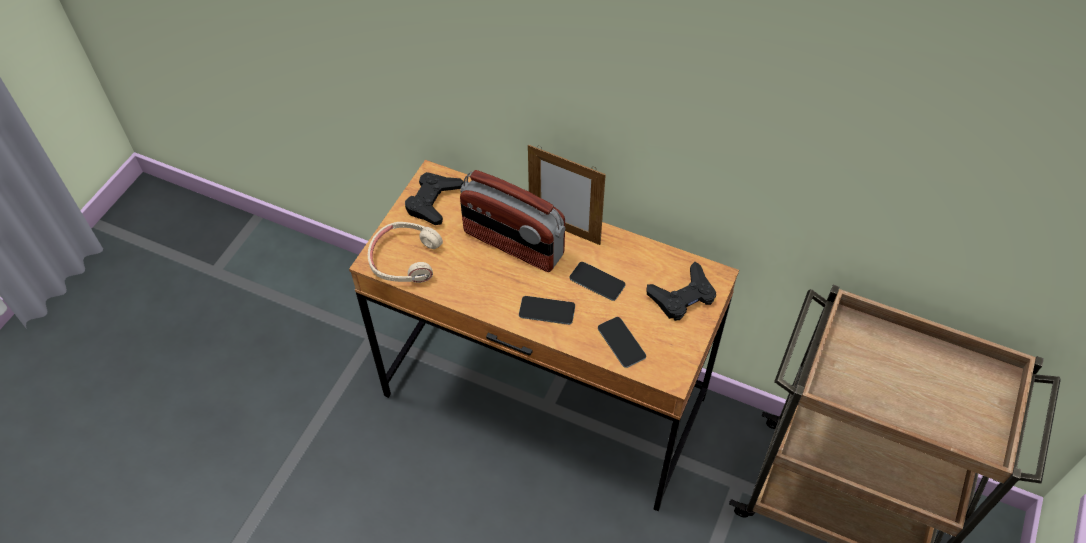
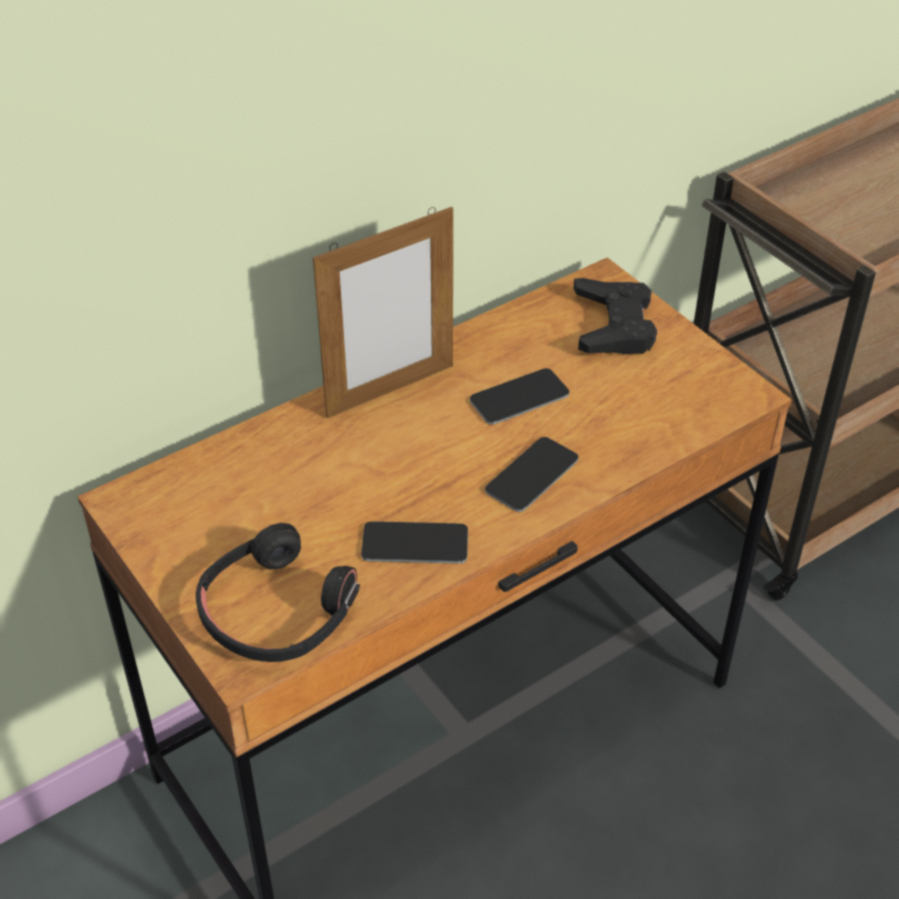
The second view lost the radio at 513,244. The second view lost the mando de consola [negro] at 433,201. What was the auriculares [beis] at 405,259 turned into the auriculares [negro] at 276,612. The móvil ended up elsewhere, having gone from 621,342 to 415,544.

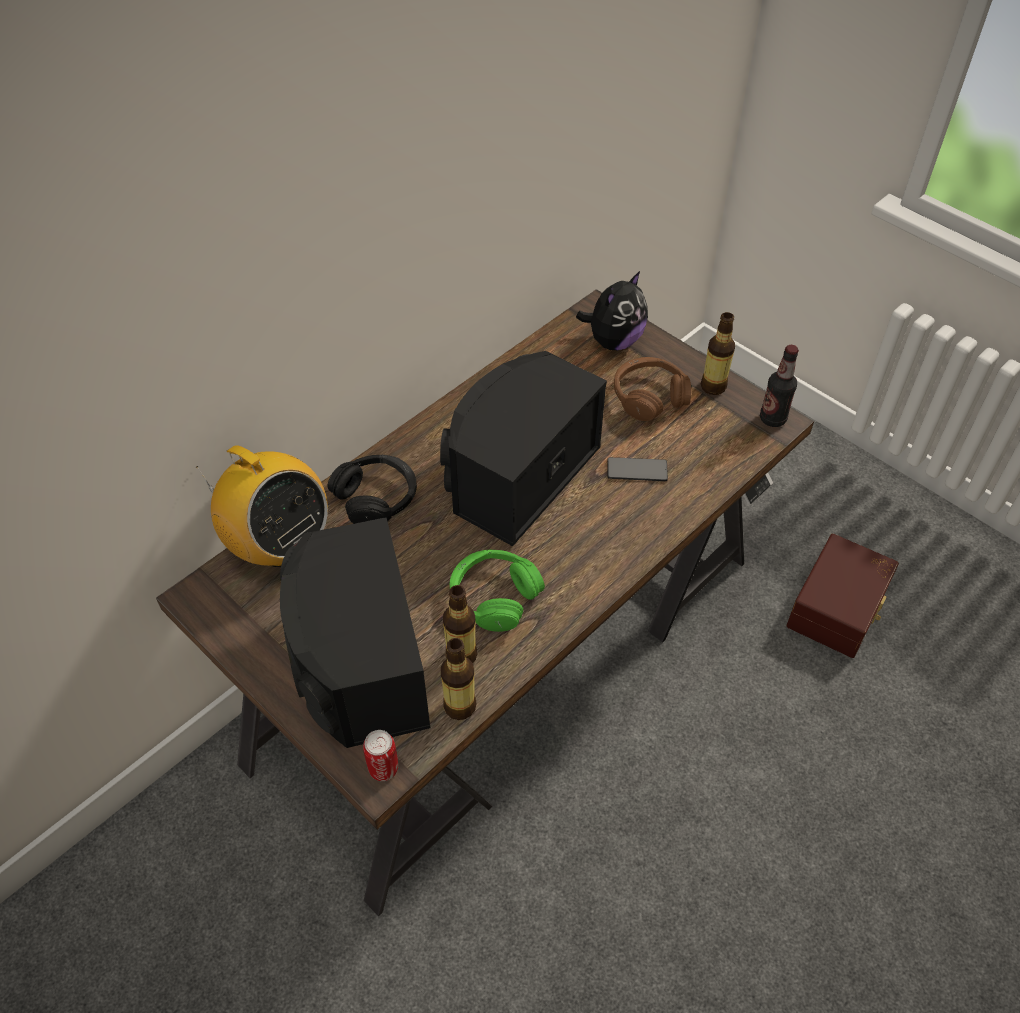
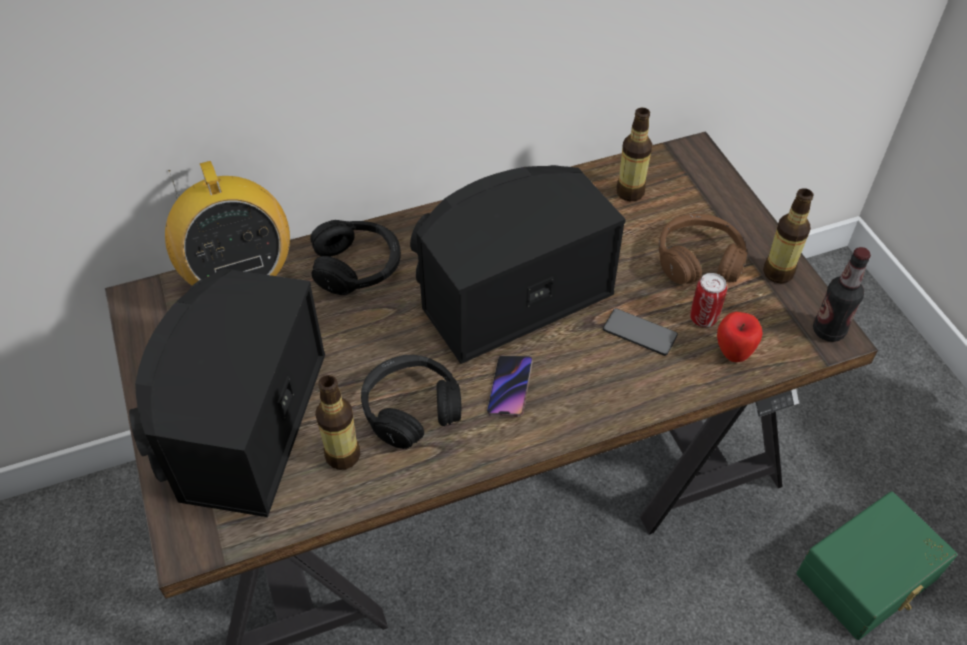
The second view lost the peluche at 613,341. What was the caja de almacenaje [marrón] at 839,608 turned into the caja de almacenaje [verde] at 869,578. What was the auriculares [verde] at 494,596 turned into the auriculares [negro] at 411,408. The botella ended up elsewhere, having gone from 459,706 to 630,192. The lata ended up elsewhere, having gone from 383,769 to 703,318. The second view gained the manzana at 733,354. The second view gained the móvil at 510,388.

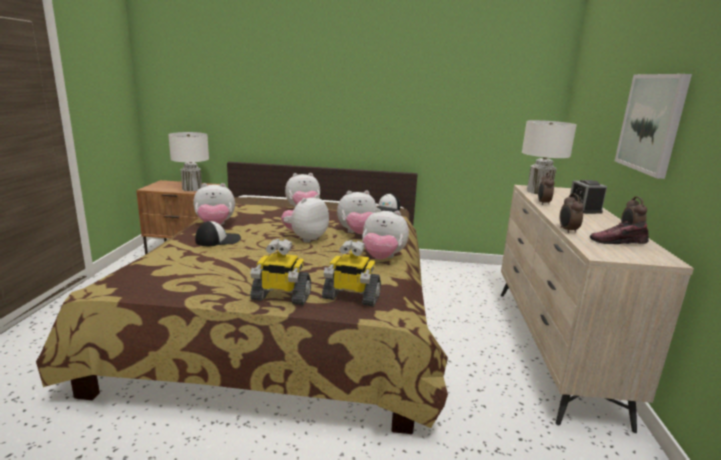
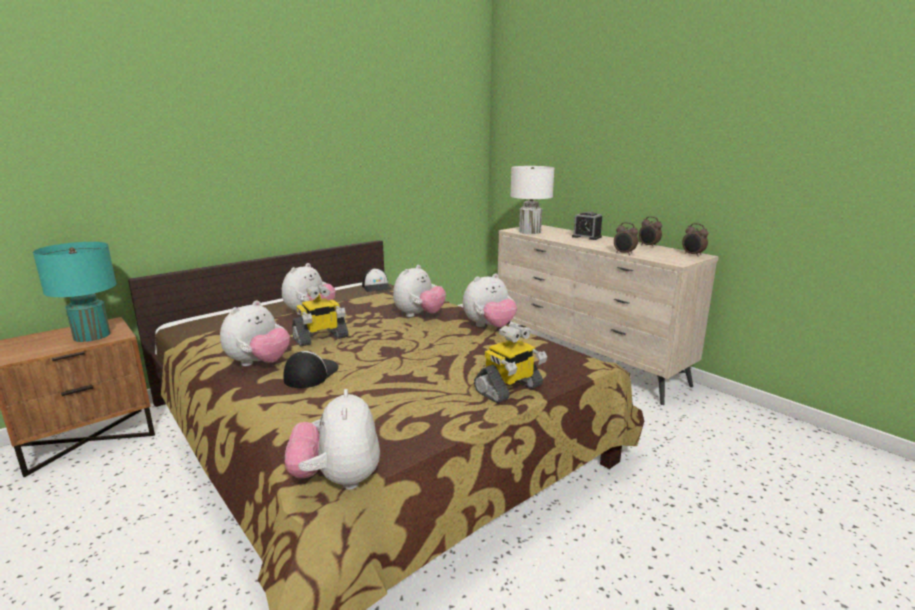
The second view lost the cuadro at 652,123. What was the lámpara de mesa [blanco] at 192,189 turned into the lámpara de mesa [turquesa] at 92,335. The despertador ended up elsewhere, having gone from 543,203 to 692,255. The peluche ended up elsewhere, having gone from 305,238 to 338,480. The second view lost the zapato at 618,242. The robot de juguete ended up elsewhere, having gone from 350,297 to 320,338.

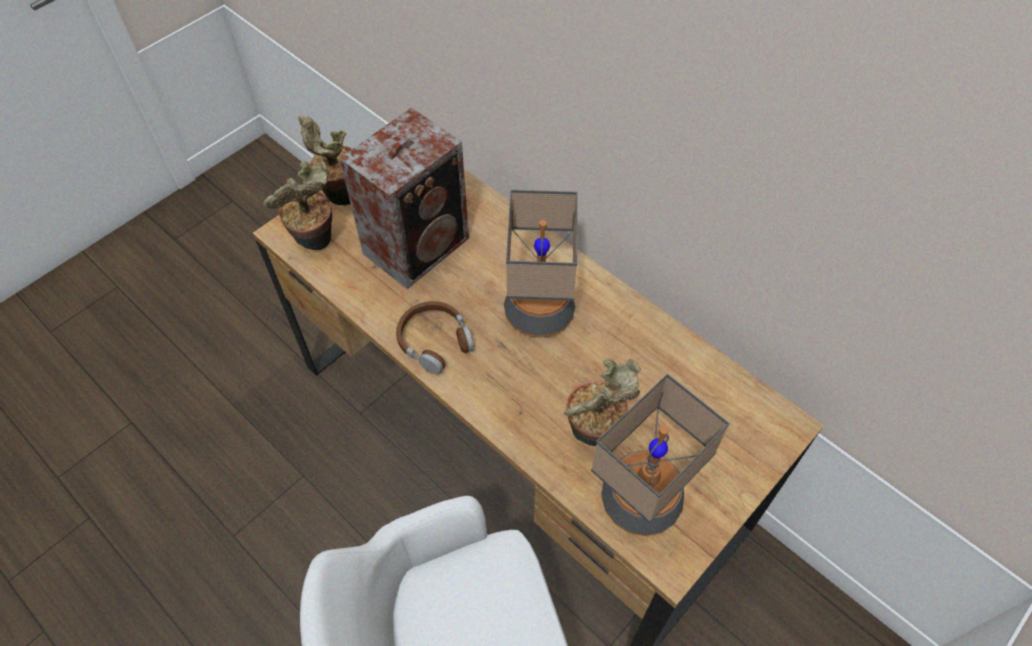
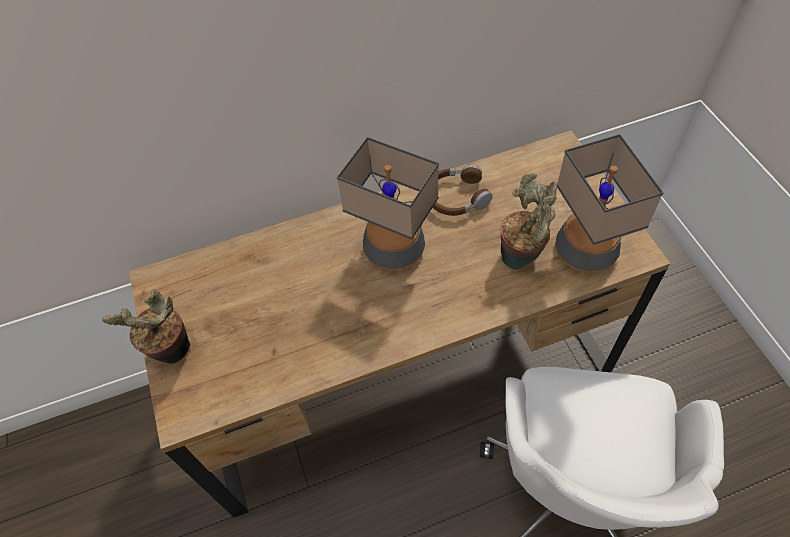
The second view lost the altavoz at 419,245. The second view lost the planta en maceta at 316,243. The auriculares [marrón] ended up elsewhere, having gone from 434,341 to 456,197.

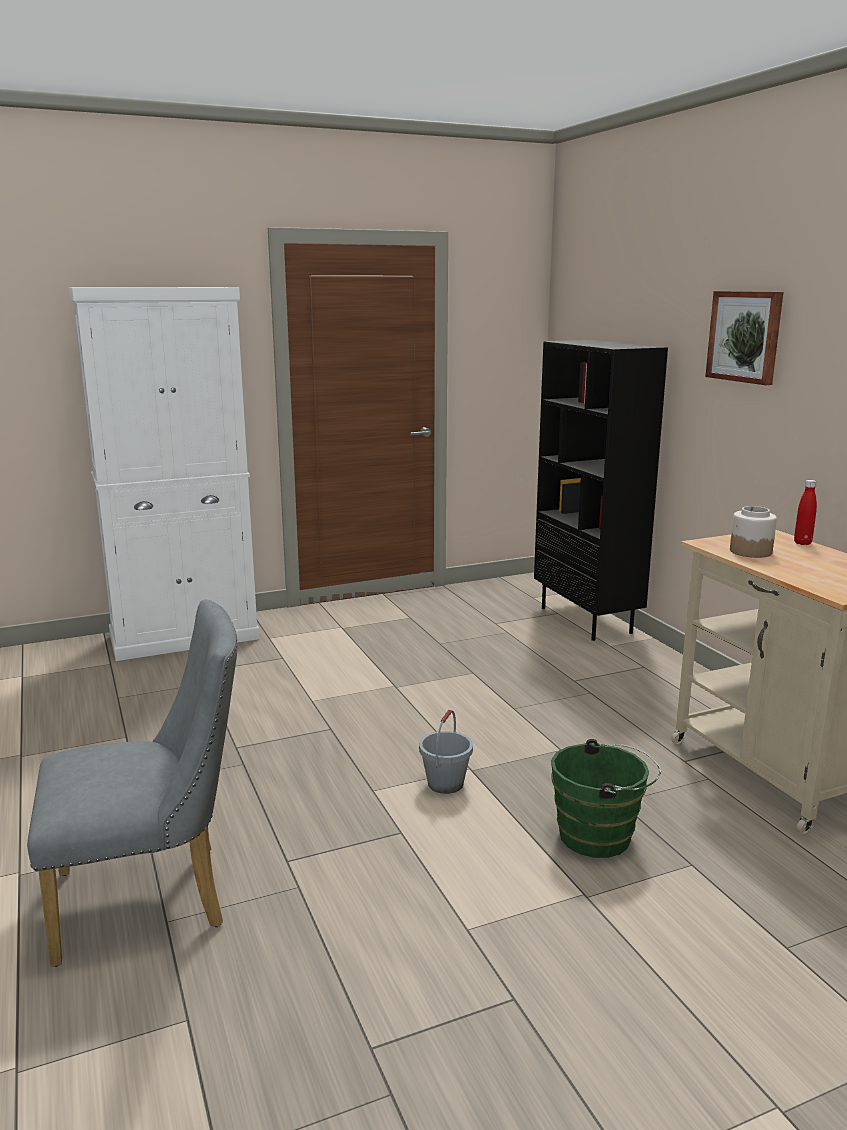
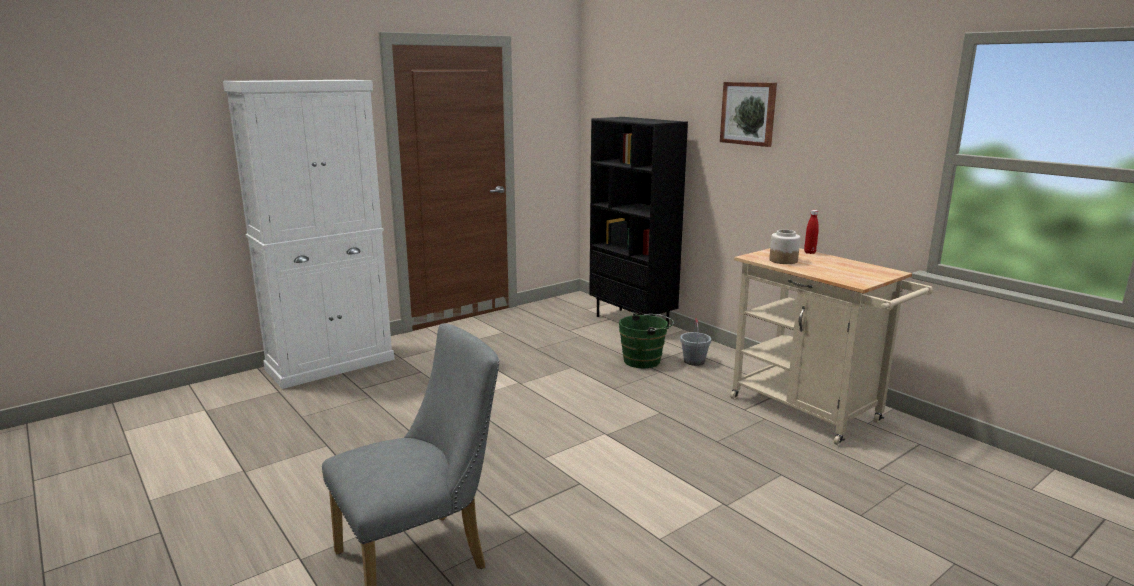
The cubo [gris] ended up elsewhere, having gone from 446,784 to 694,361. The cubo [verde] ended up elsewhere, having gone from 601,837 to 645,361.

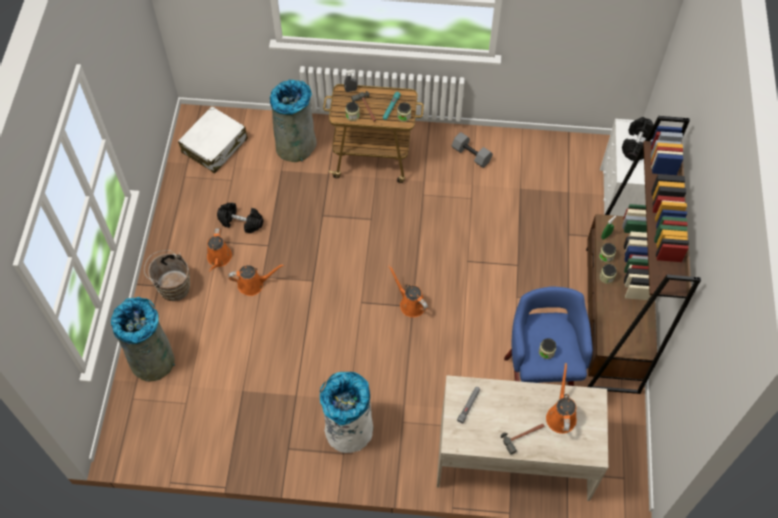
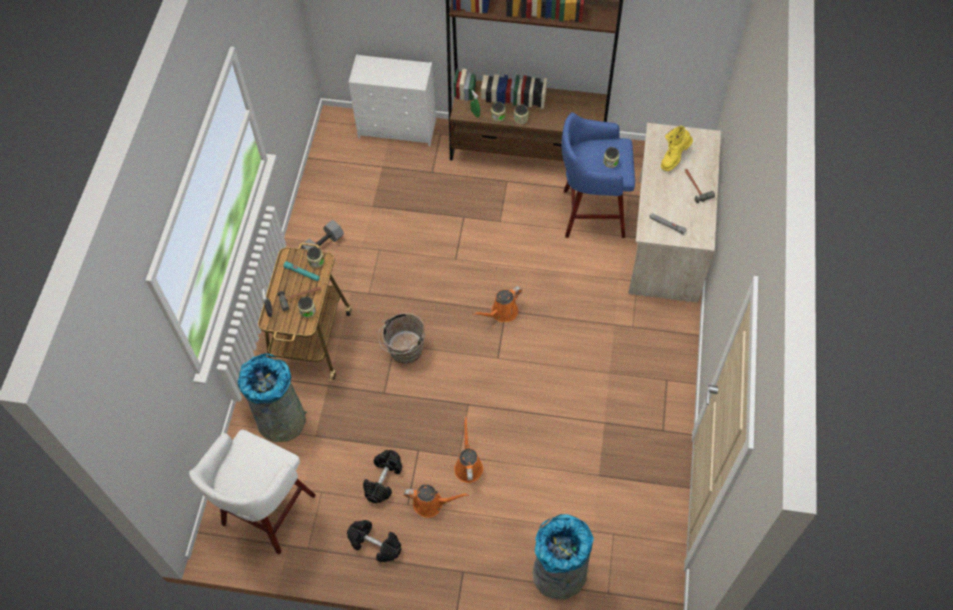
Where the maleta [blanco] stood at 215,146, the taburete [blanco] came to stand at 266,512. The mancuerna [negro] ended up elsewhere, having gone from 636,144 to 374,544. The cubo [marrón] ended up elsewhere, having gone from 172,286 to 404,351. Where the regadera [naranja] stood at 561,415, the bota [amarillo] came to stand at 674,157. The second view lost the papelera [blanco] at 348,430.

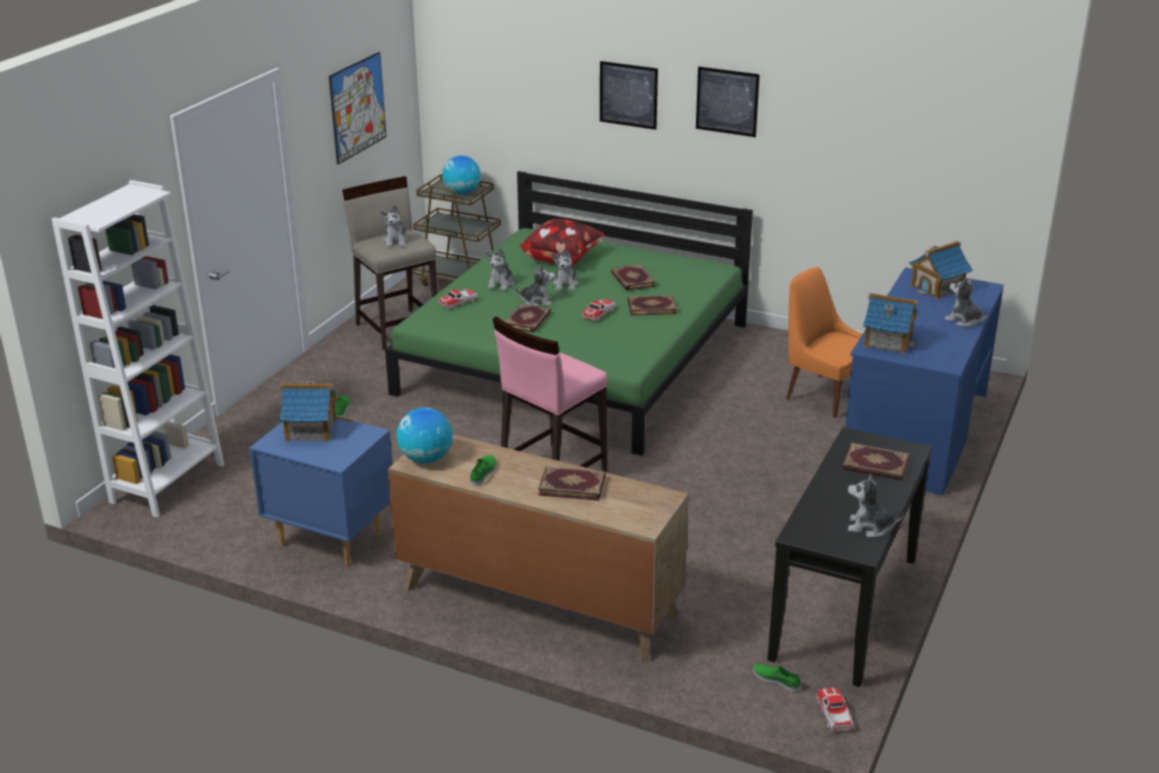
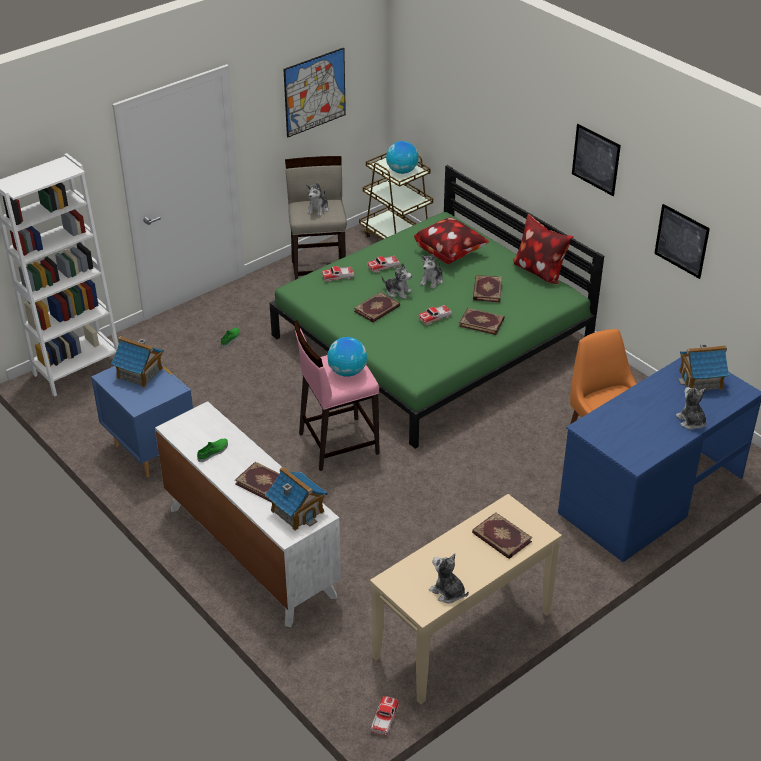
The cuadro ended up elsewhere, having gone from 628,95 to 681,241. Where the peluche stood at 501,284, the coche de juguete came to stand at 383,267. The casita ended up elsewhere, having gone from 887,341 to 297,511. The globo terráqueo ended up elsewhere, having gone from 426,459 to 347,372. What was the mesa consola [negro] at 845,608 turned into the mesa consola [beis] at 463,635. What was the cómoda [marrón] at 538,601 turned into the cómoda [blanco] at 250,551. The second view lost the zapato [verde] at 776,680. The second view gained the cojín at 539,271.

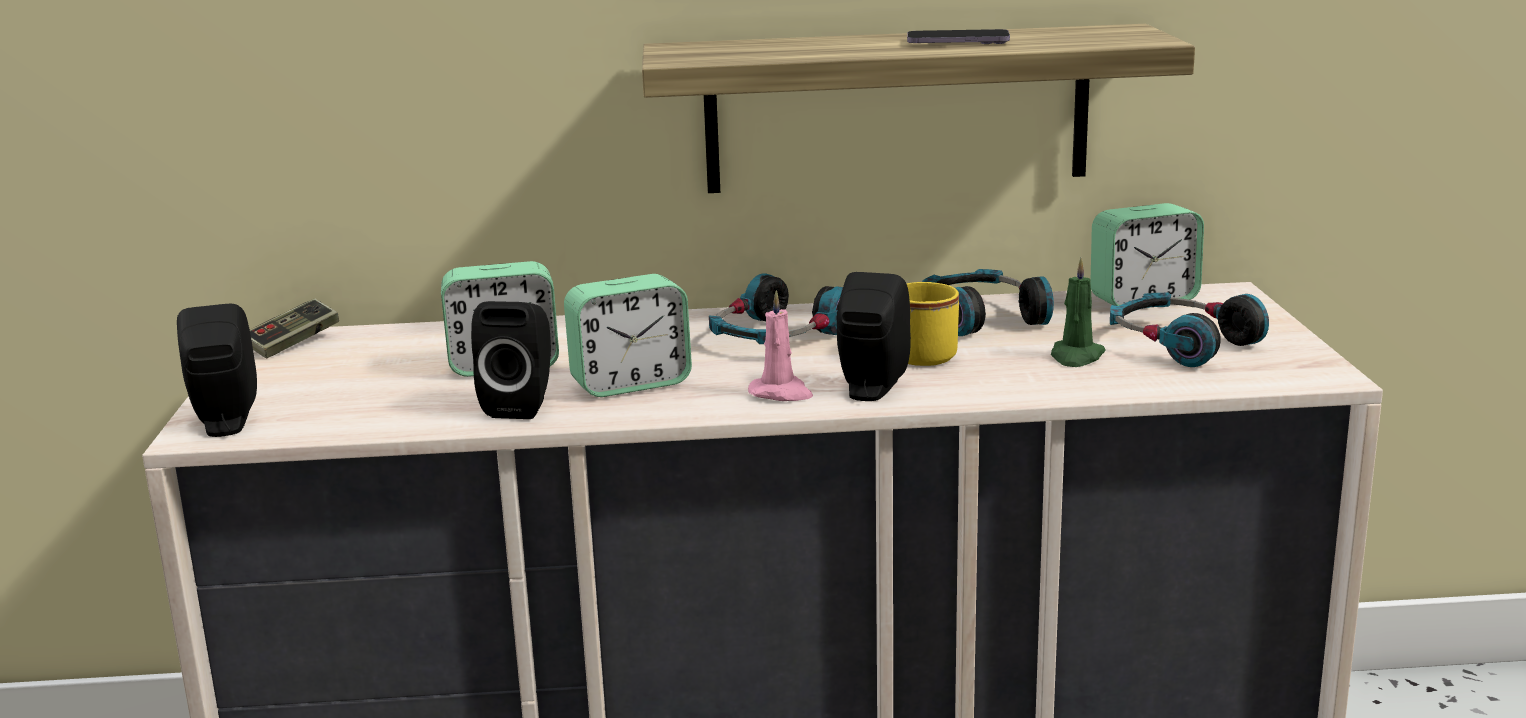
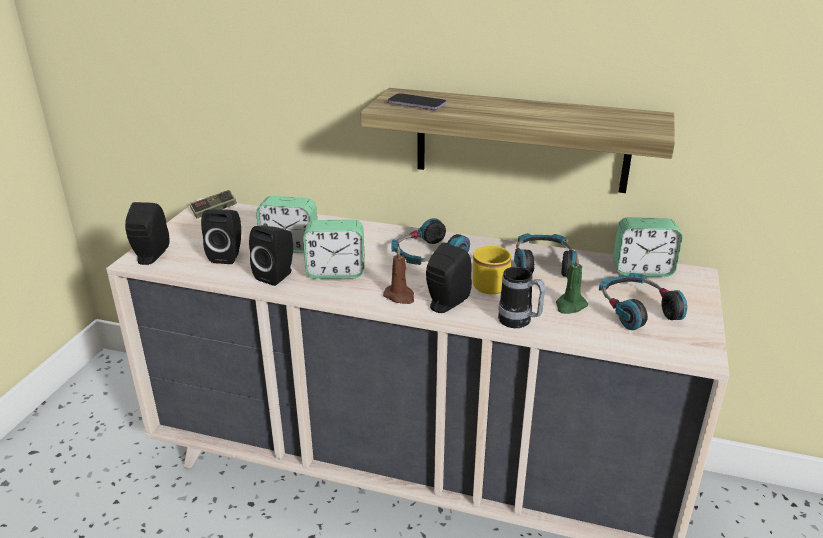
The móvil ended up elsewhere, having gone from 957,41 to 416,104. What was the vela [rosa] at 781,393 turned into the vela [marrón] at 400,296. The second view gained the altavoz [negro] at 228,255. The second view gained the taza grande at 519,322.

